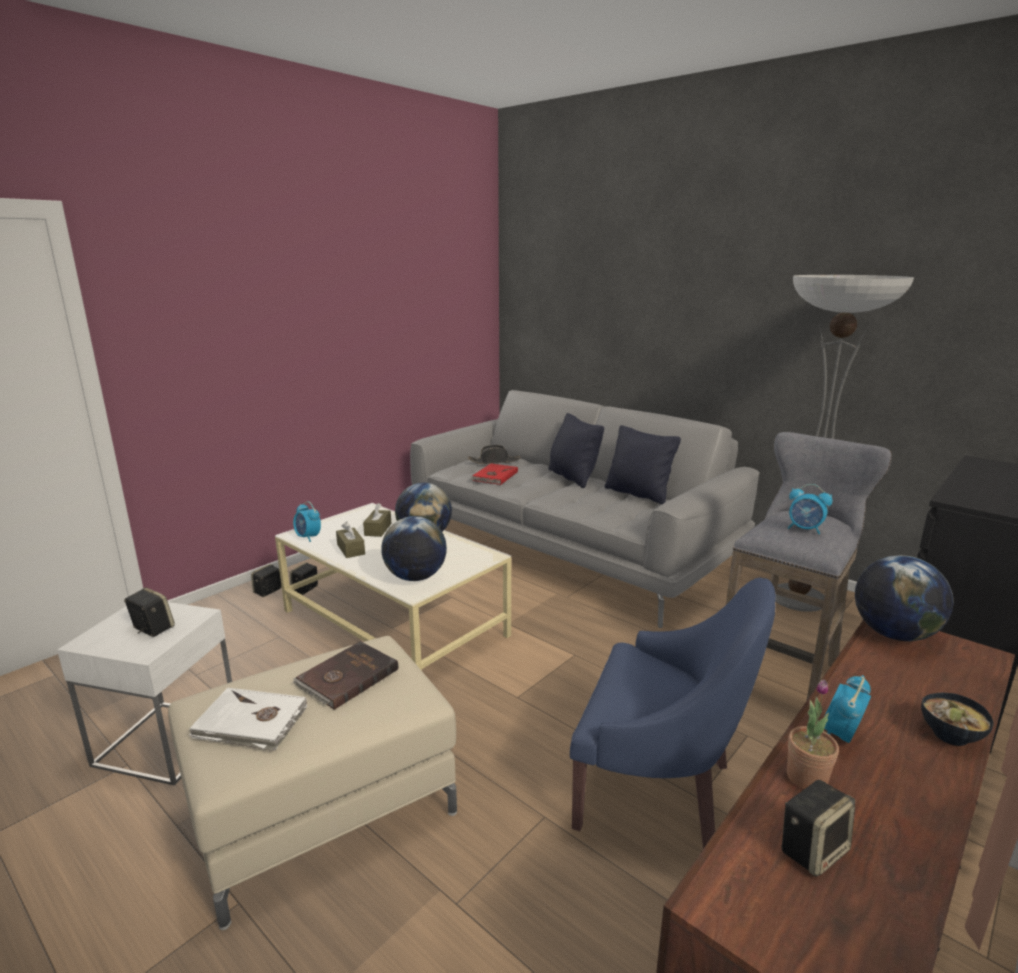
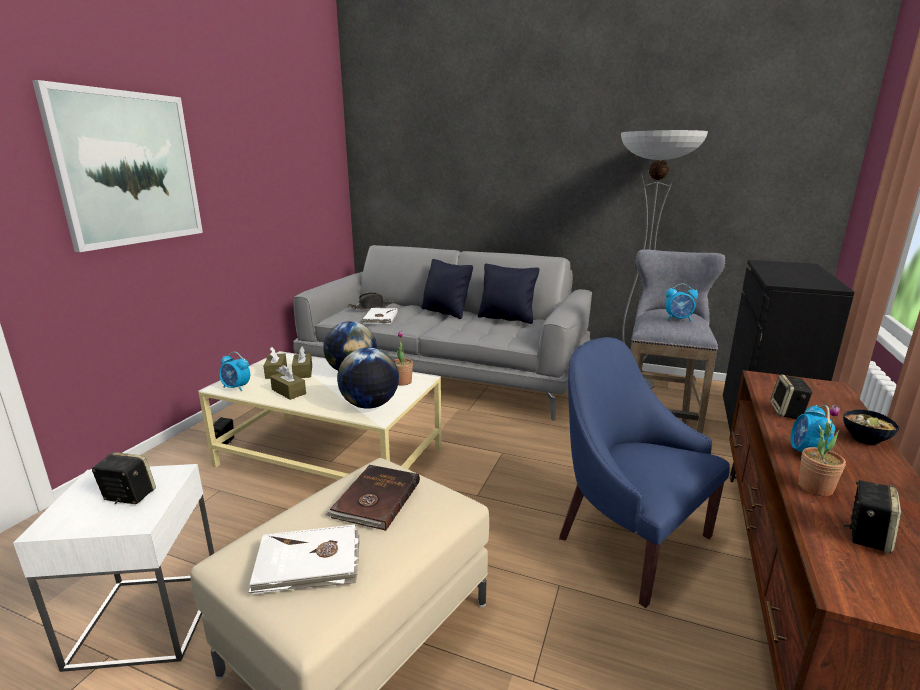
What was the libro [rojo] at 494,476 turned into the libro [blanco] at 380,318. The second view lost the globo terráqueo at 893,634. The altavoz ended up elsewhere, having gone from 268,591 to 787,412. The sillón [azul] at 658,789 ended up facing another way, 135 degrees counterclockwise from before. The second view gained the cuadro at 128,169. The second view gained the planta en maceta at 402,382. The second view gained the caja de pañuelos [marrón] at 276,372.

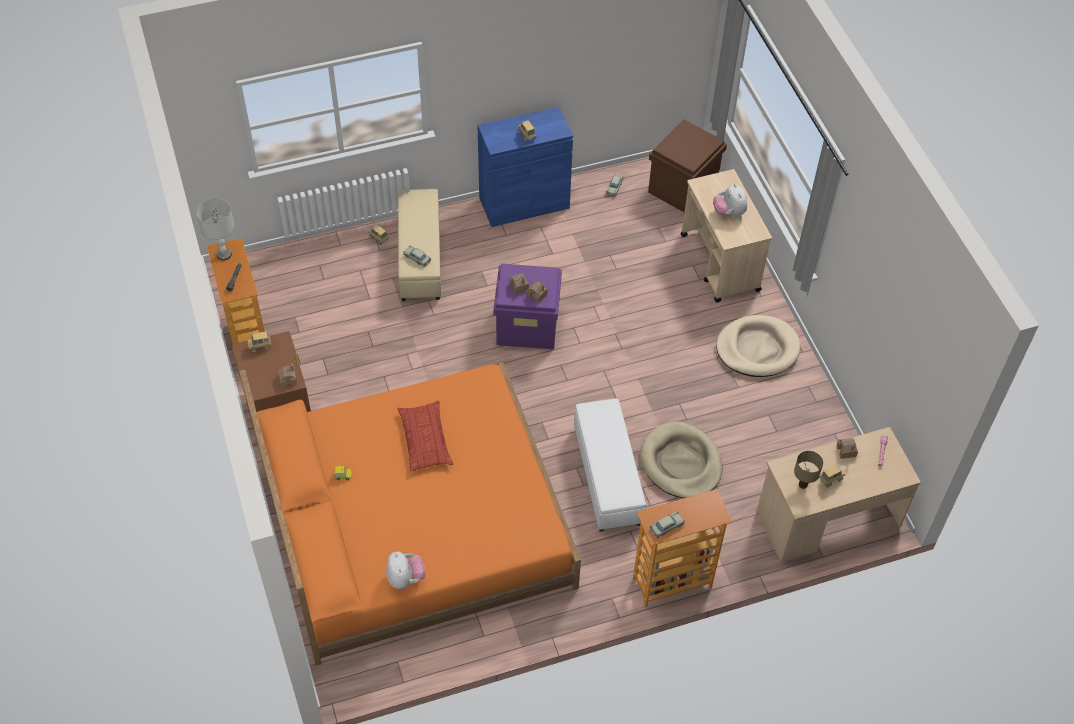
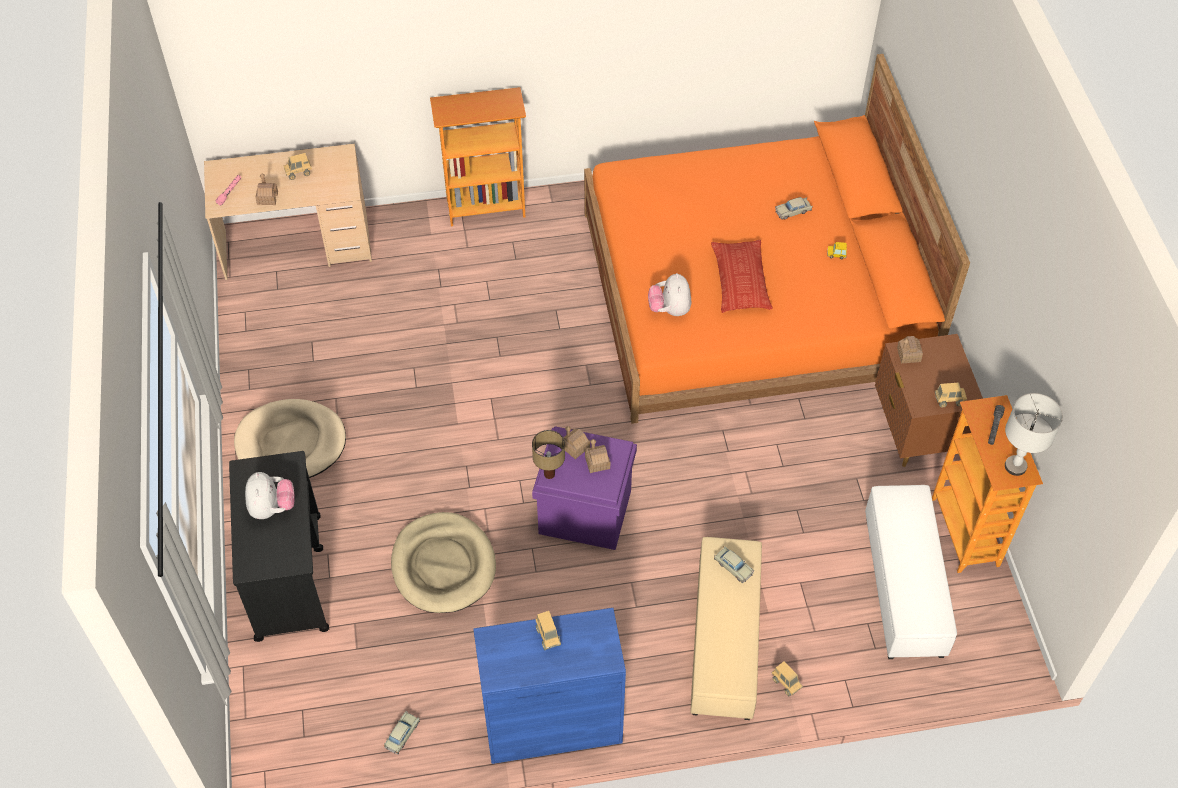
The second view lost the caja de almacenaje [marrón] at 682,188. What was the carrito [beis] at 720,263 turned into the carrito [negro] at 289,576. The puf [blanco] ended up elsewhere, having gone from 606,476 to 904,586. The cama para perro [beis] ended up elsewhere, having gone from 681,463 to 443,565. The lámpara de mesa ended up elsewhere, having gone from 802,484 to 549,474. The coche de juguete [beis] ended up elsewhere, having gone from 666,526 to 793,211. The peluche ended up elsewhere, having gone from 405,578 to 669,309.

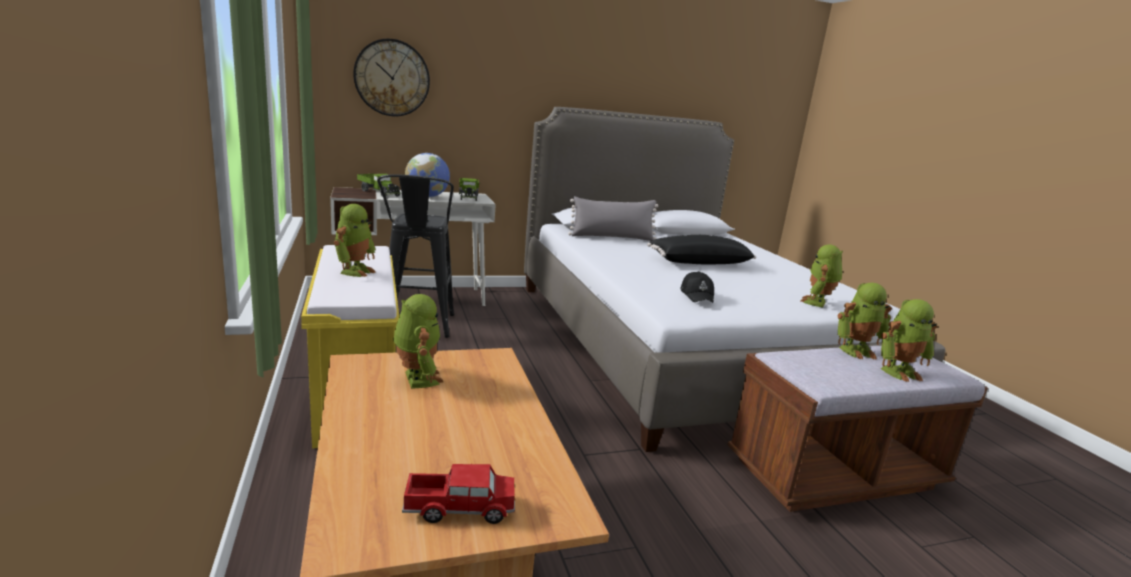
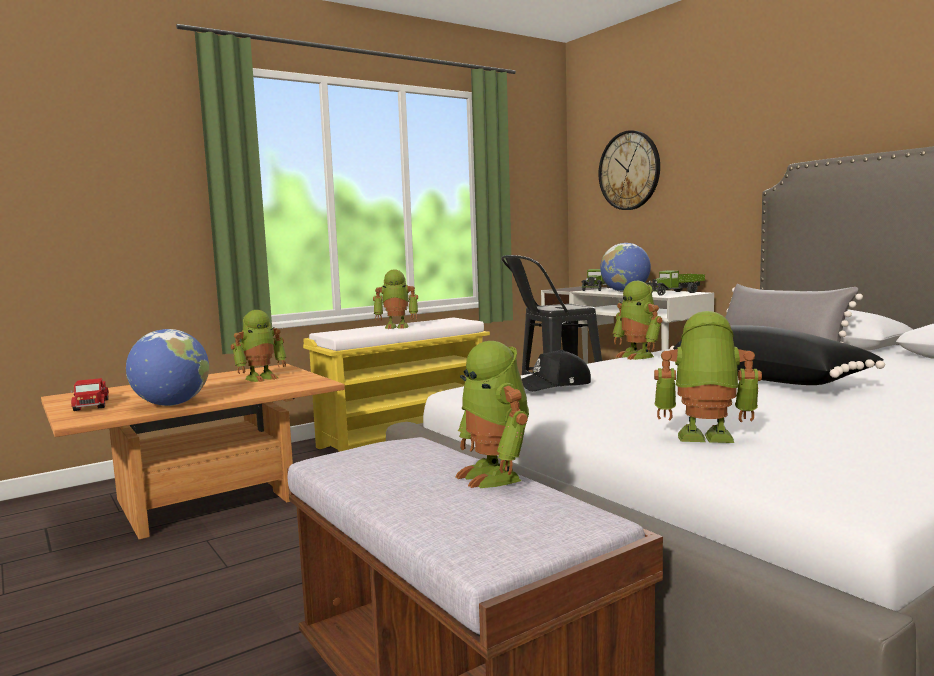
The robot de juguete ended up elsewhere, having gone from 898,371 to 637,356. The second view gained the globo terráqueo at 172,404.

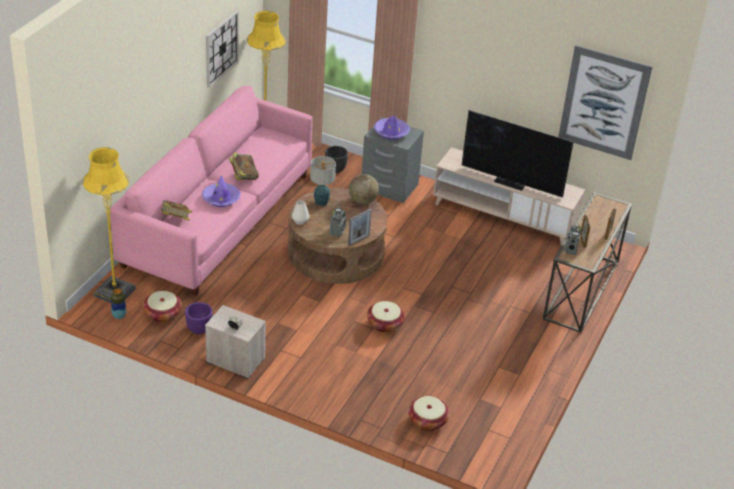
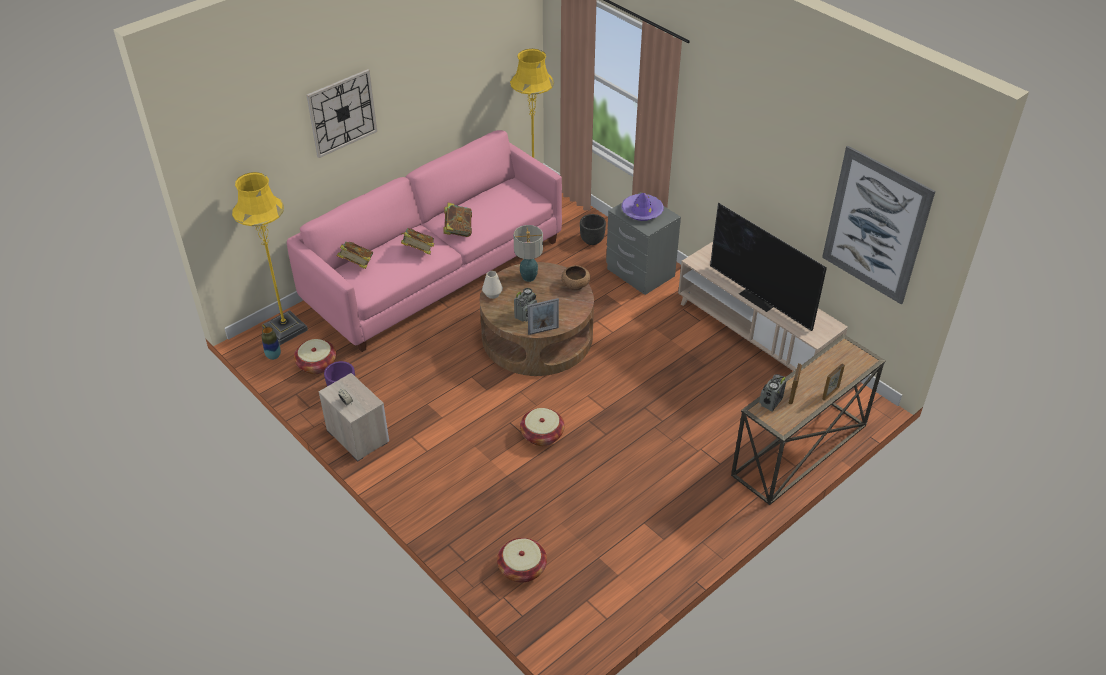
The reloj de pared ended up elsewhere, having gone from 221,48 to 342,113. Where the globo terráqueo stood at 363,201, the cuenco [marrón] came to stand at 575,285. Where the sombrero [morado] stood at 221,198, the libro came to stand at 418,251.

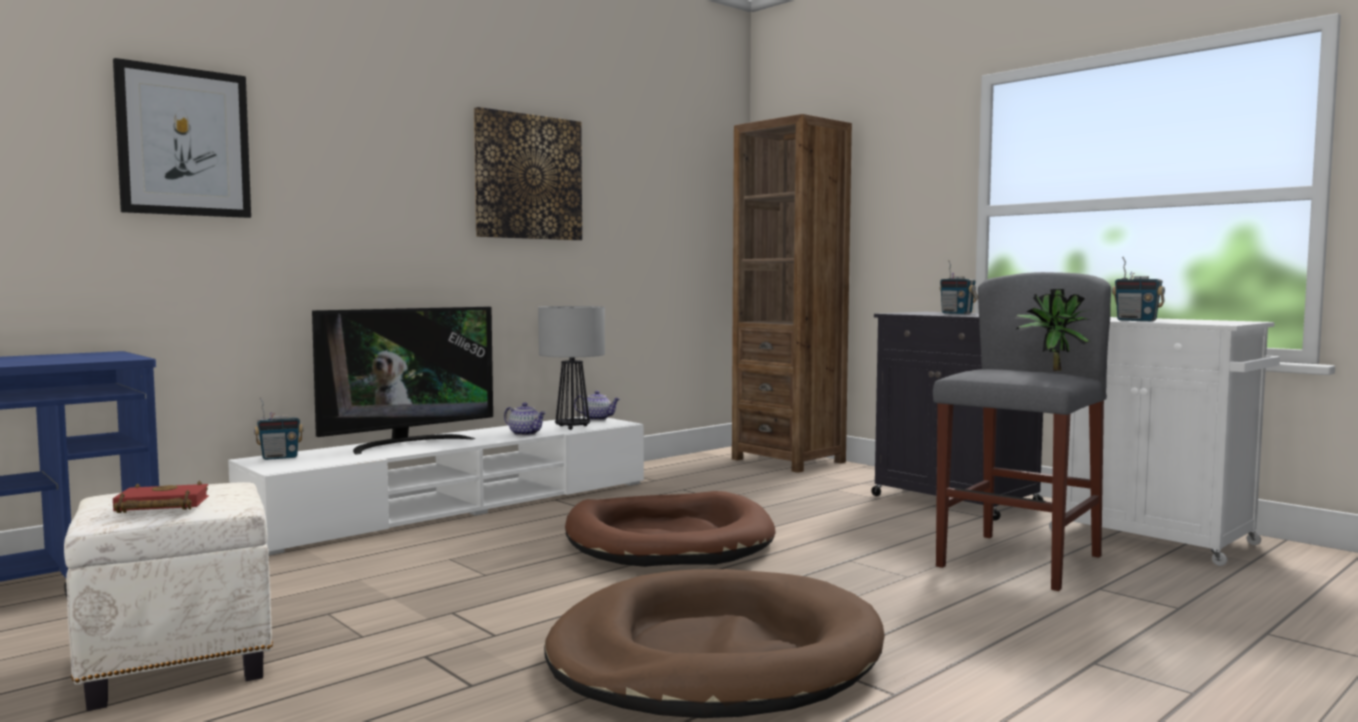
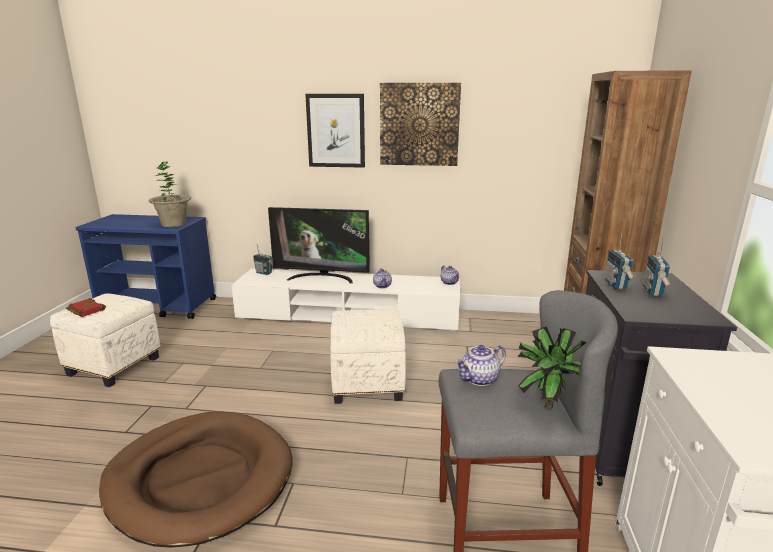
The cuadro ended up elsewhere, having gone from 184,142 to 336,131. The radio ended up elsewhere, having gone from 1136,320 to 616,285. The second view lost the lámpara de mesa at 572,427. Where the cama para perro [marrón] stood at 668,539, the puf [blanco] came to stand at 368,384. The second view gained the planta en maceta at 173,224. The second view gained the tetera at 480,379.

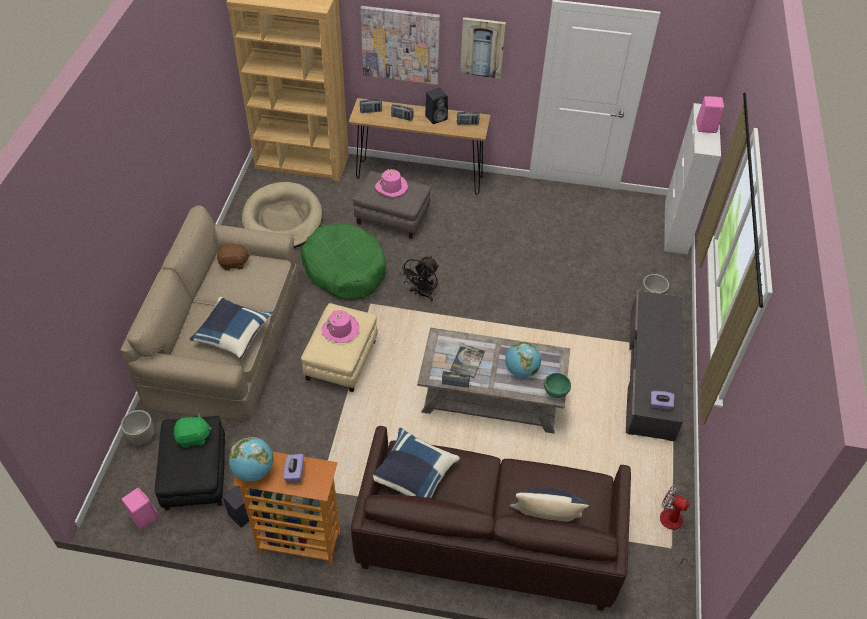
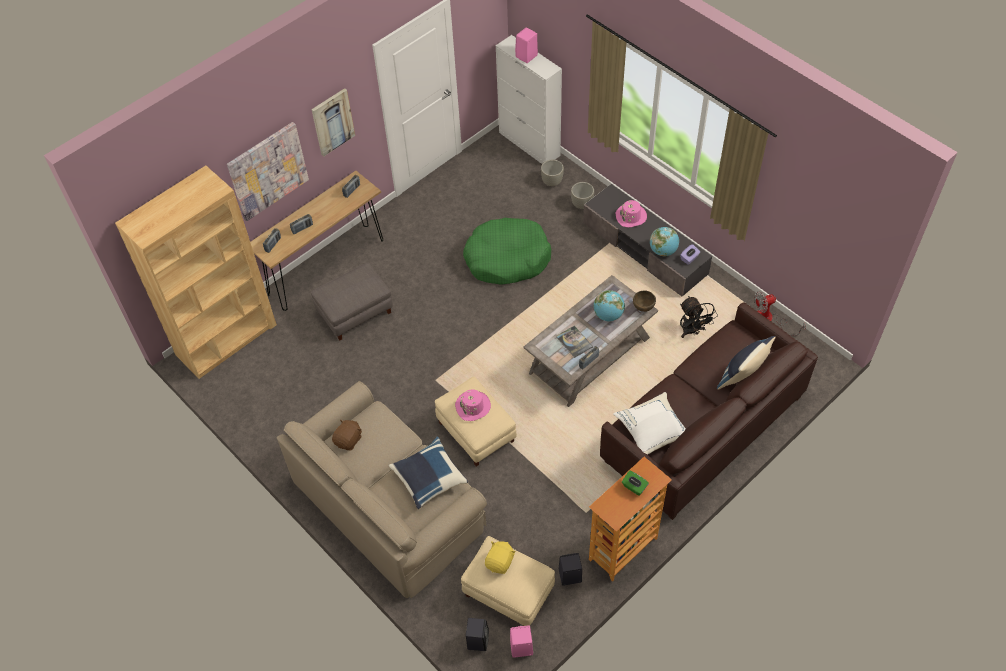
The altavoz [negro] ended up elsewhere, having gone from 436,117 to 477,639. The sombrero [rosa] ended up elsewhere, having gone from 391,187 to 631,216. The second view lost the cama para perro [beis] at 283,220. The cama para perro [verde] ended up elsewhere, having gone from 345,269 to 507,258. The ventilador [negro] ended up elsewhere, having gone from 422,294 to 692,331. What was the cuenco [verde] at 555,393 turned into the cuenco [marrón] at 643,308. The maceta [gris] ended up elsewhere, having gone from 142,437 to 551,182. What was the peluche [verde] at 193,438 turned into the peluche [amarillo] at 500,562. What was the puf [negro] at 195,474 turned into the puf [beis] at 508,591. What was the cojín [azul] at 413,475 turned into the cojín [blanco] at 652,431. The globo terráqueo ended up elsewhere, having gone from 254,470 to 663,251. What was the caja de pañuelos [morado] at 294,473 turned into the caja de pañuelos [verde] at 634,487.

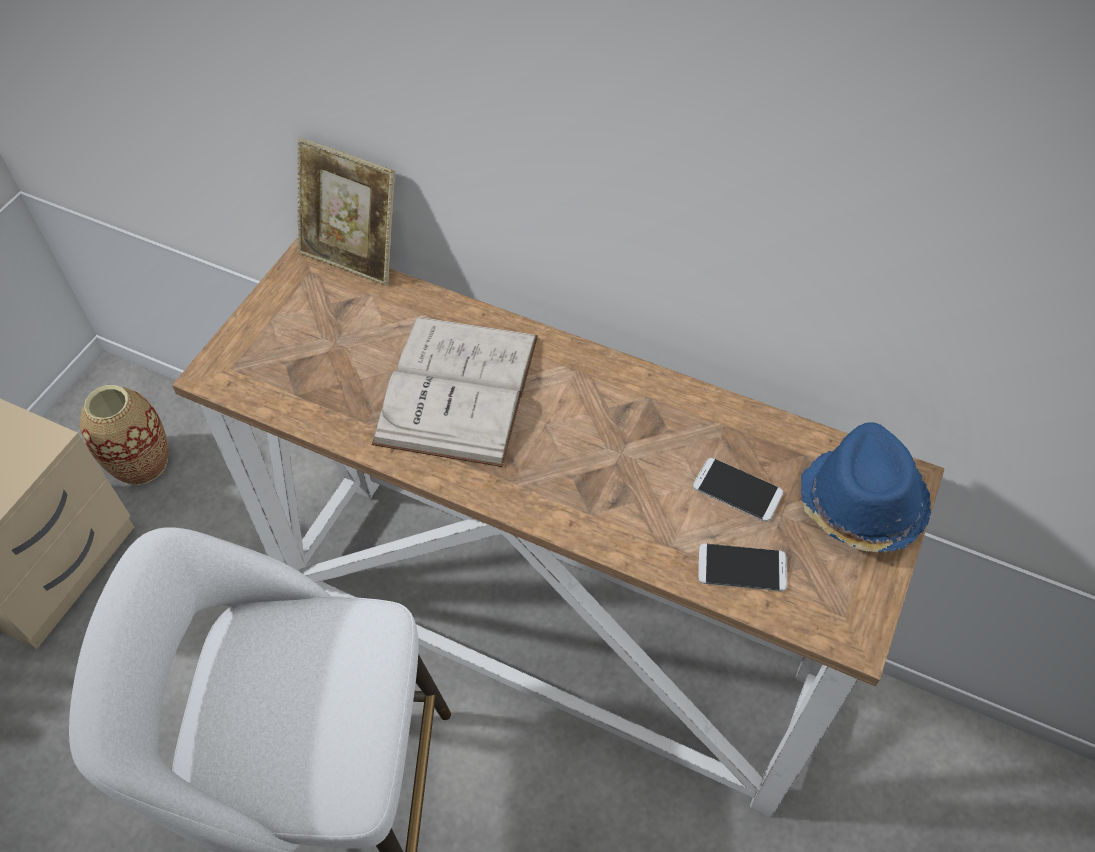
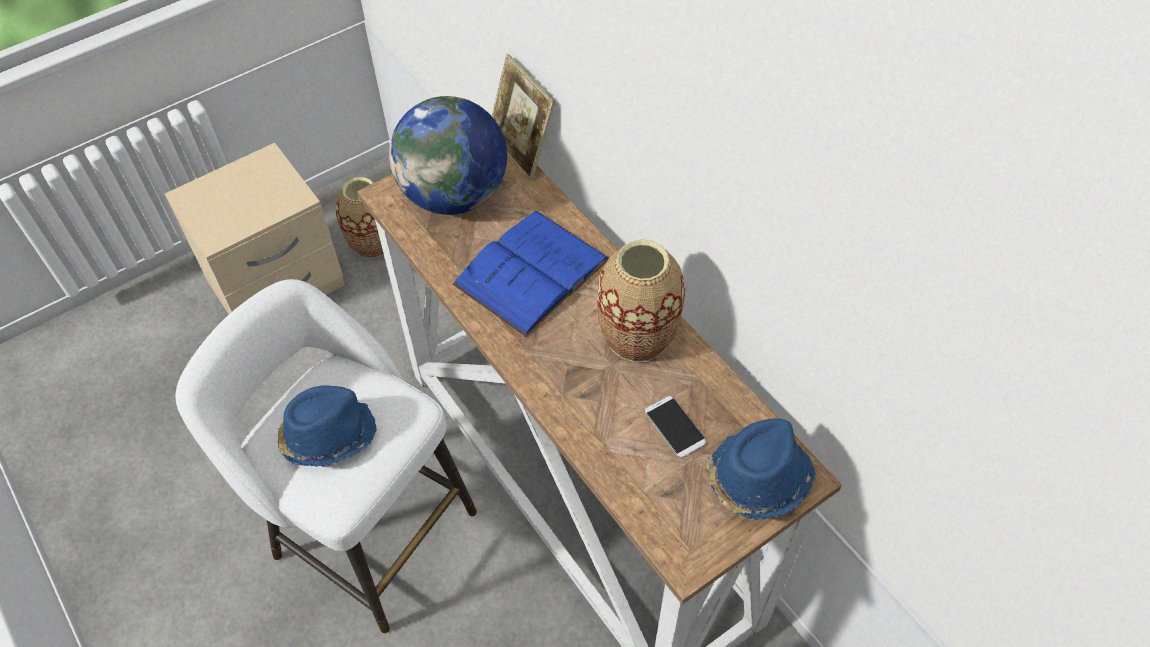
What was the libro [blanco] at 457,389 turned into the libro [azul] at 531,271. The second view lost the móvil at 742,568. The second view gained the globo terráqueo at 454,195. The second view gained the florero at 637,336. The second view gained the sombrero [azul] at 327,435.

